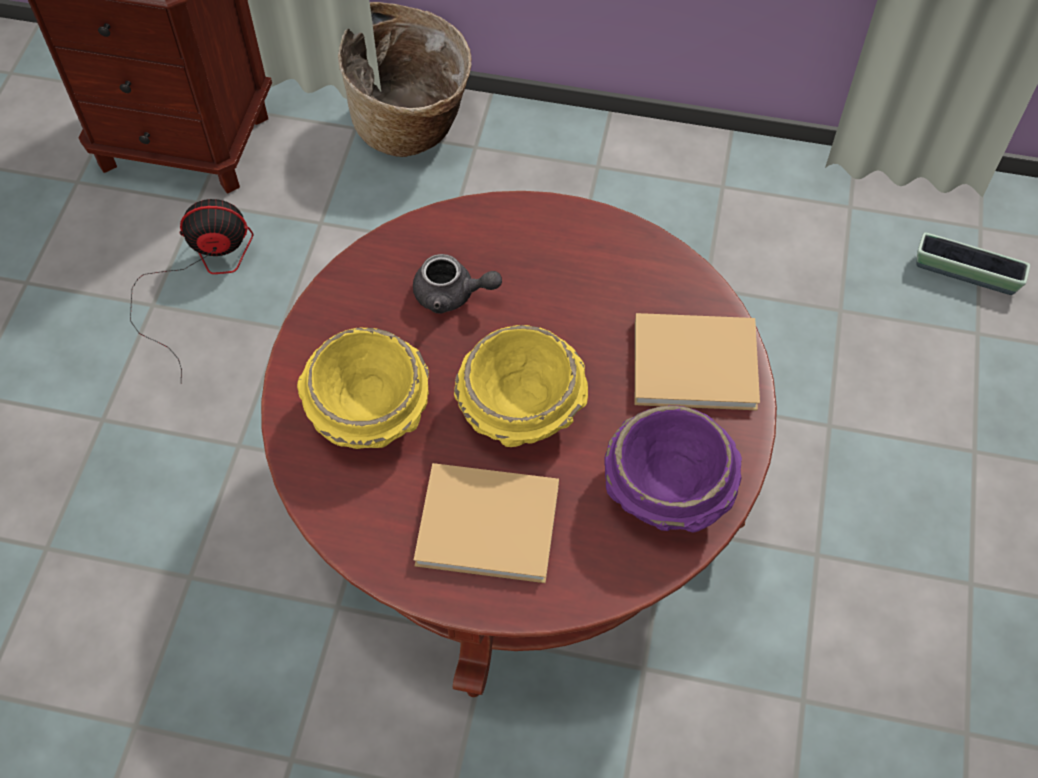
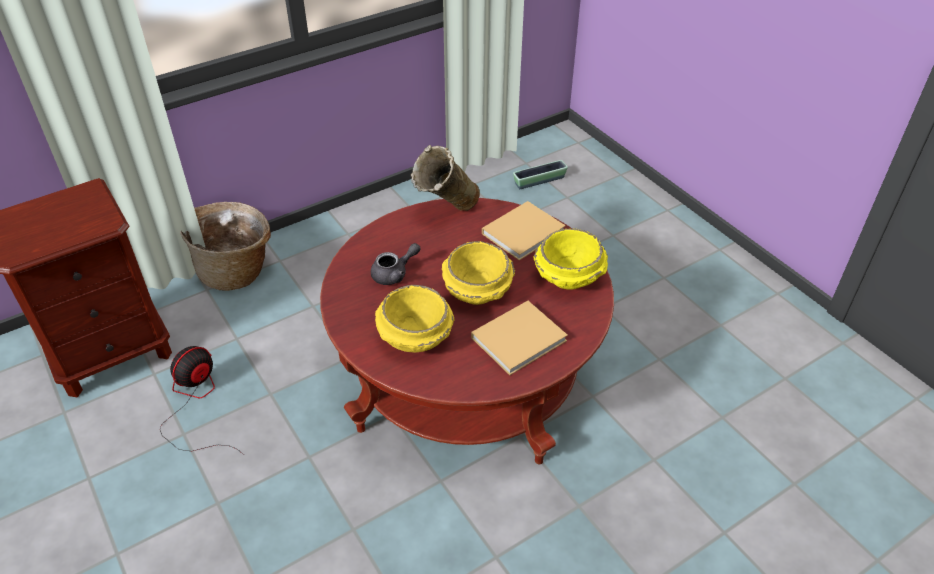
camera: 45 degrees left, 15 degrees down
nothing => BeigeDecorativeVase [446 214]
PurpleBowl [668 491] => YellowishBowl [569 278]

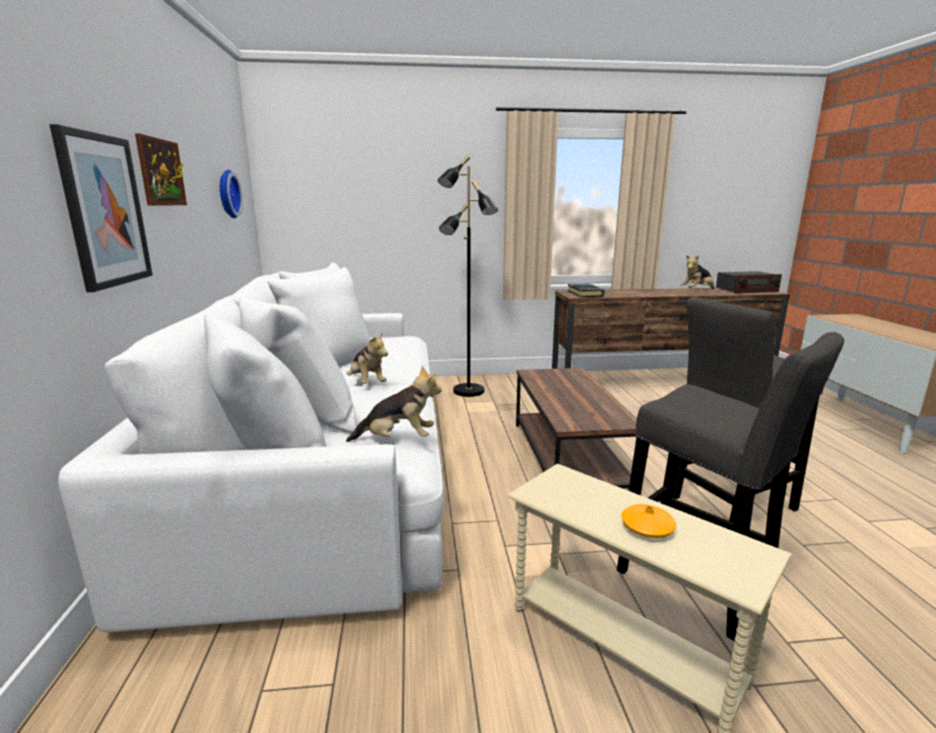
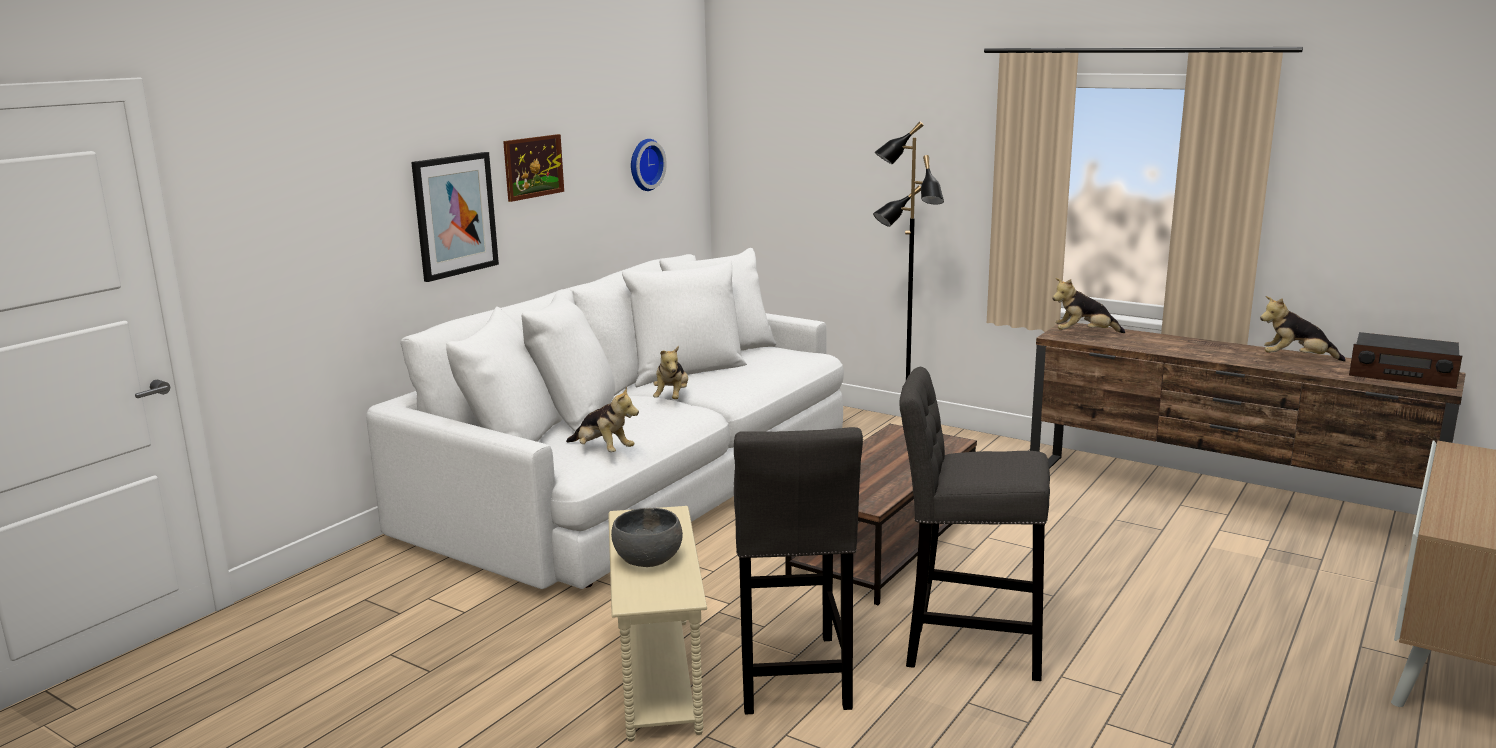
camera: 40 degrees right, 0 degrees up
BlackBook [585 294] => PlushToy [1084 334]
OrangeColouredDecorativeVase [647 528] => GrayBowl [648 559]

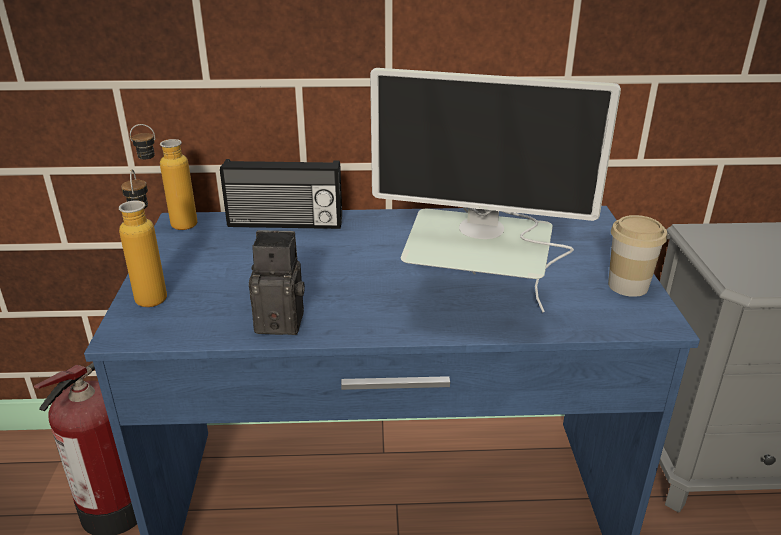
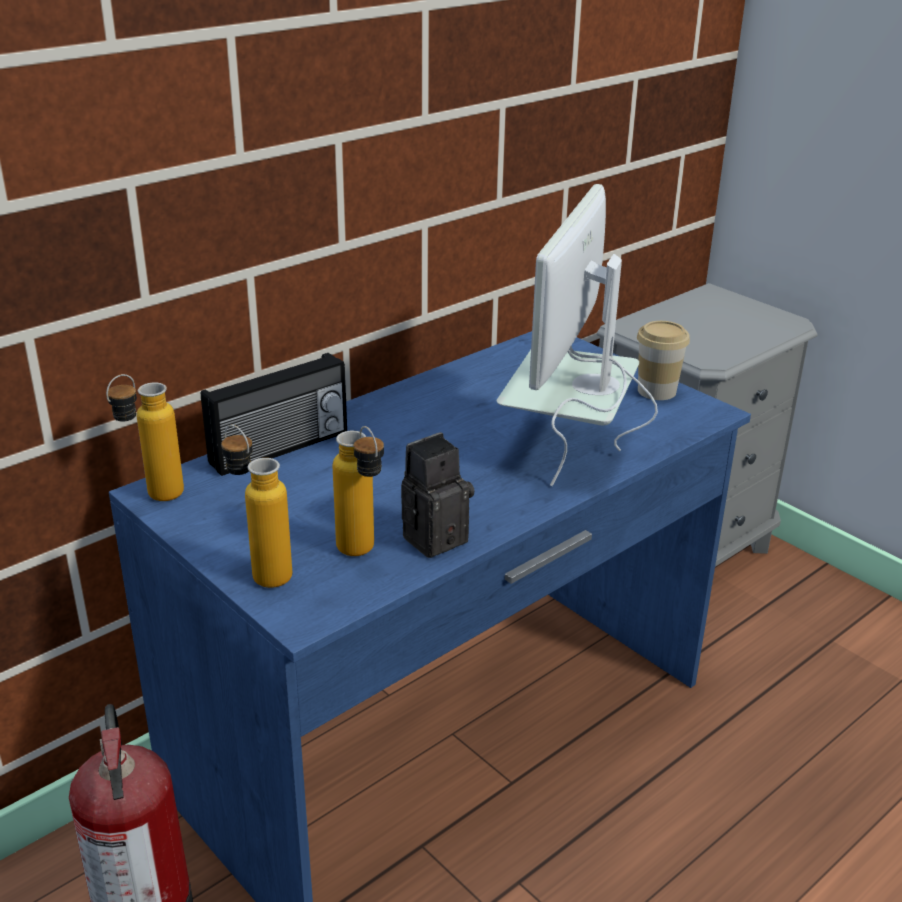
camera: 40 degrees left, 0 degrees up
nothing => DrinkBottle [362 555]
ComputerScreen [476 303] => ComputerScreen [569 451], 135 degrees clockwise

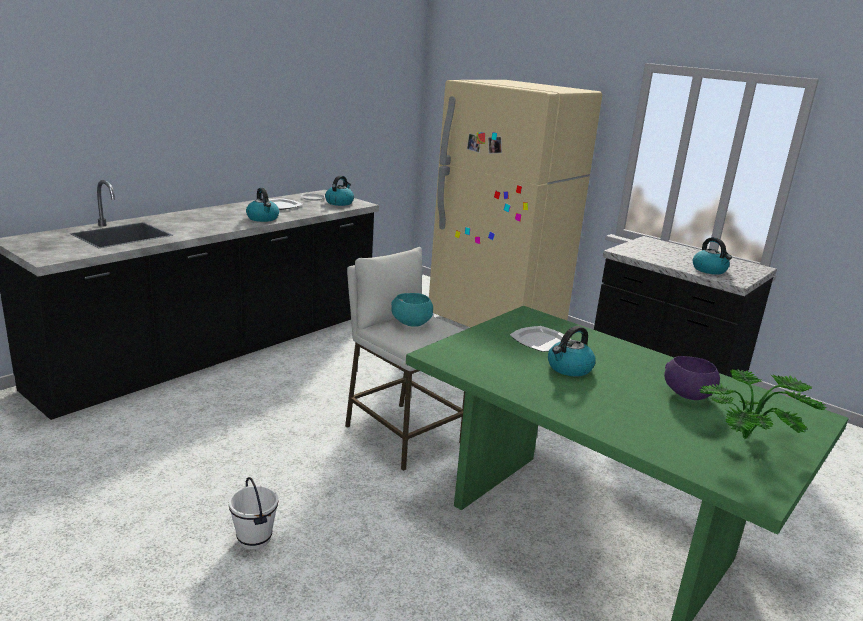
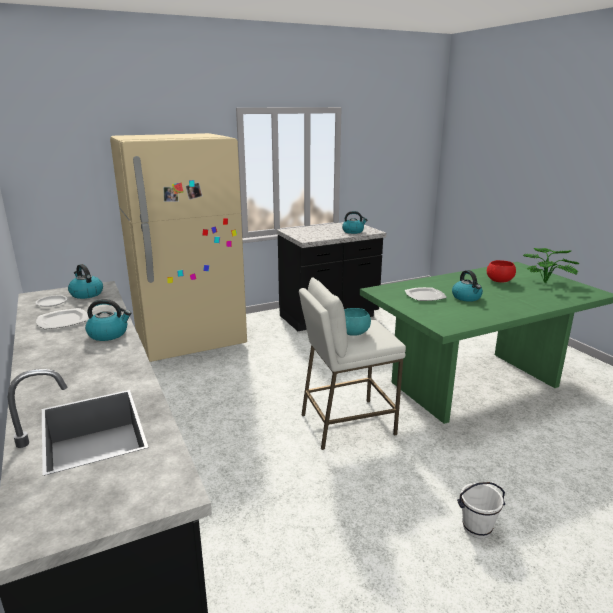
camera: 65 degrees left, 0 degrees up
PurpleBowl [686 395] => ReddishBowl [499 281]

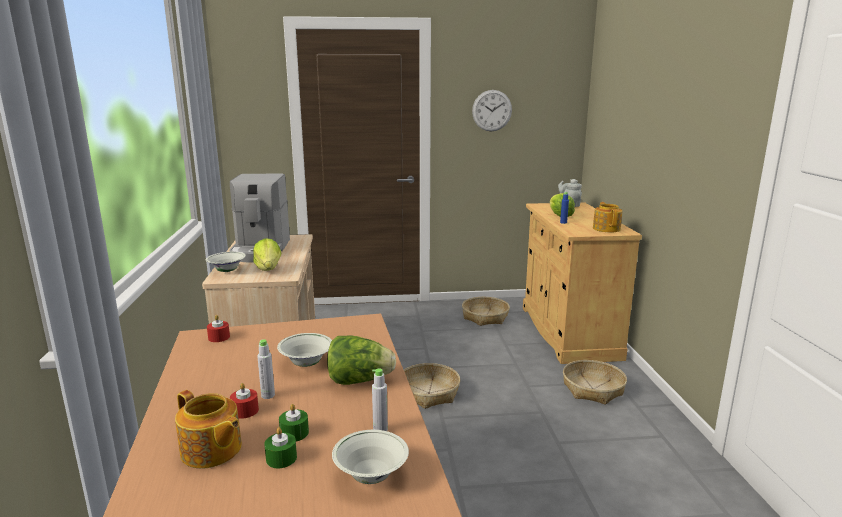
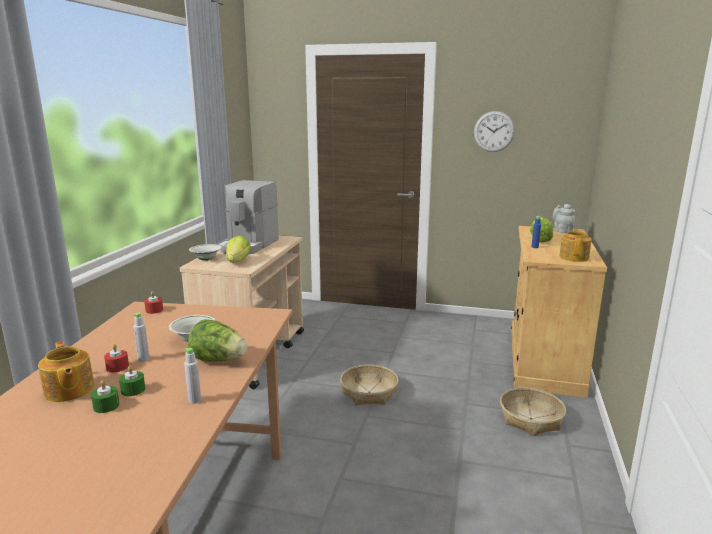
camera: 20 degrees right, 0 degrees up
WhiteBowl [371 476] => nothing
HouseholdBasket [485 317] => nothing

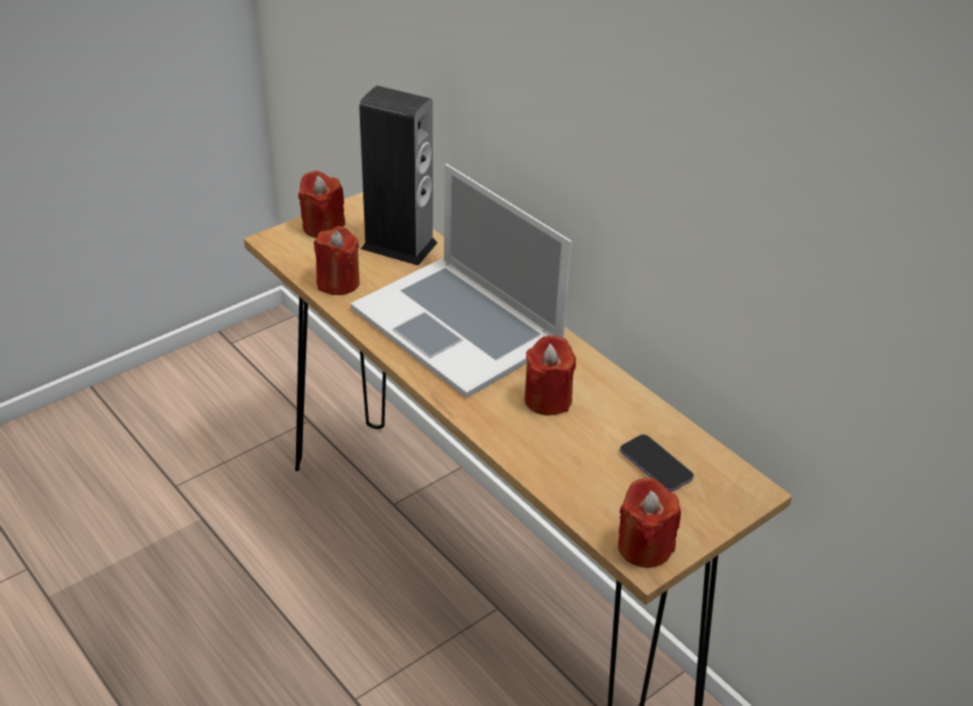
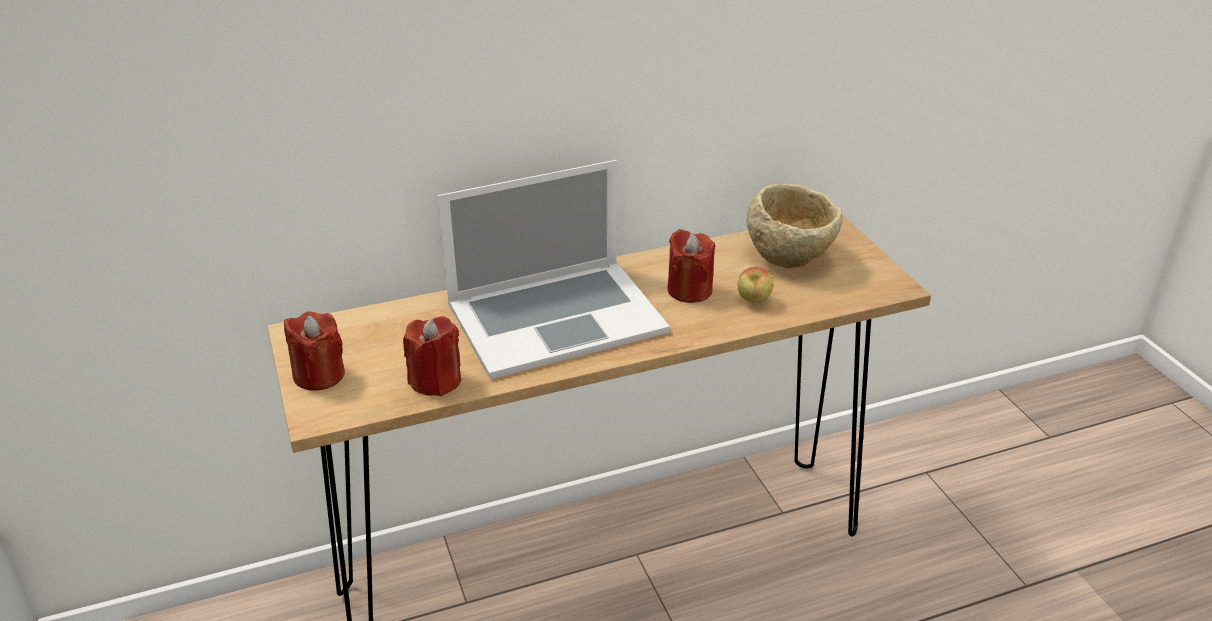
camera: 70 degrees left, 5 degrees down
AudioSpeaker [399 245] => nothing
ReddishWaxCandle [644 547] => nothing
nothing => AppleFruit [753 301]
Phone [655 465] => BeigeBowl [790 258]

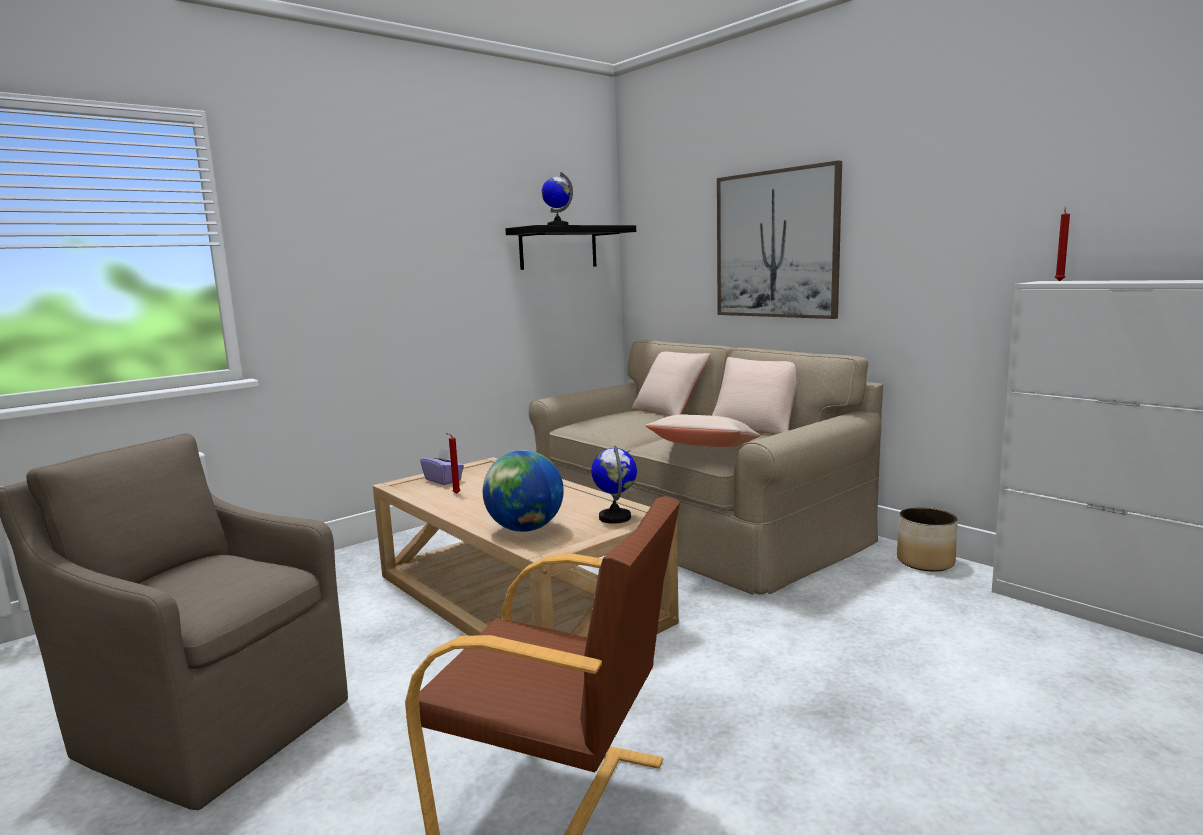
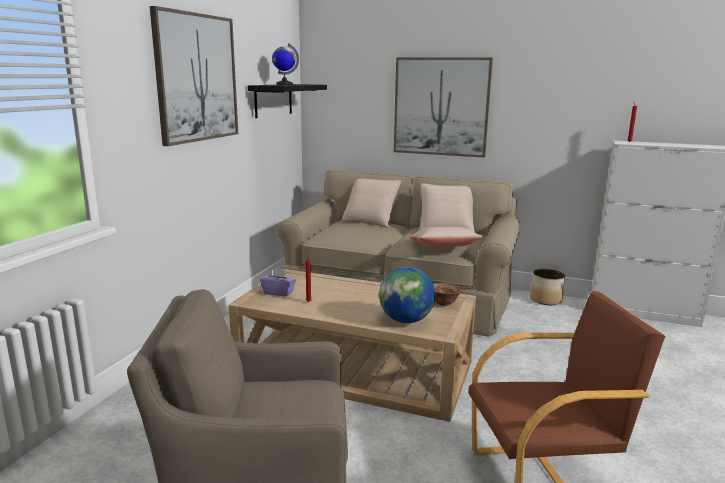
camera: 30 degrees left, 5 degrees up
nothing => WallArt [197 78]
DeskGlobe [615 517] => Bowl [444 303]

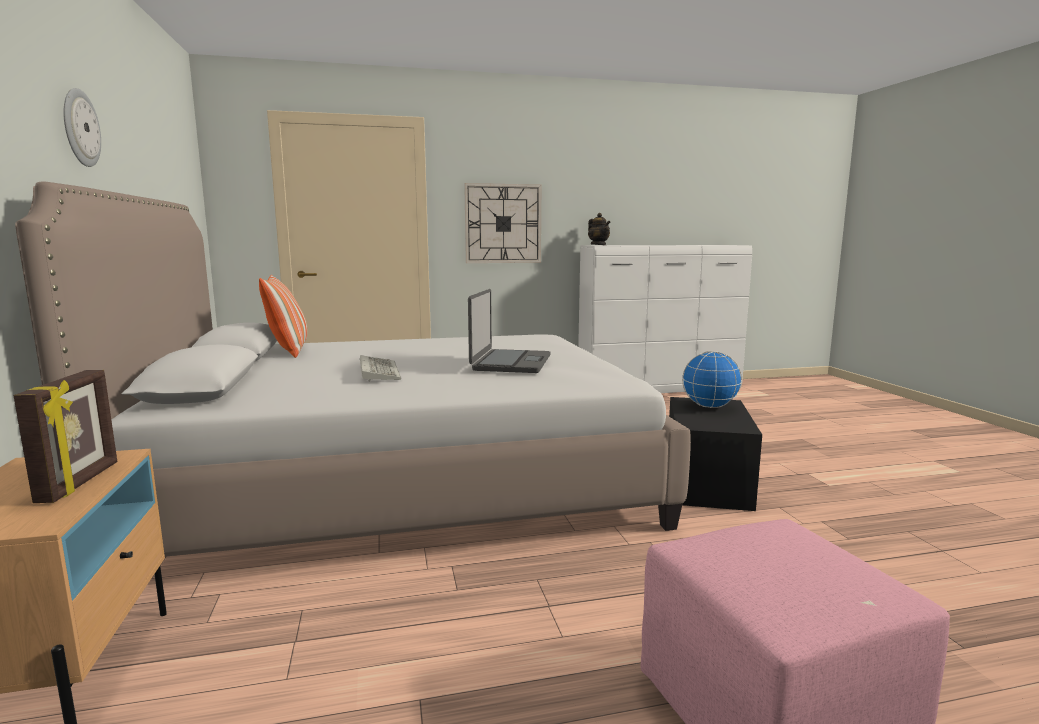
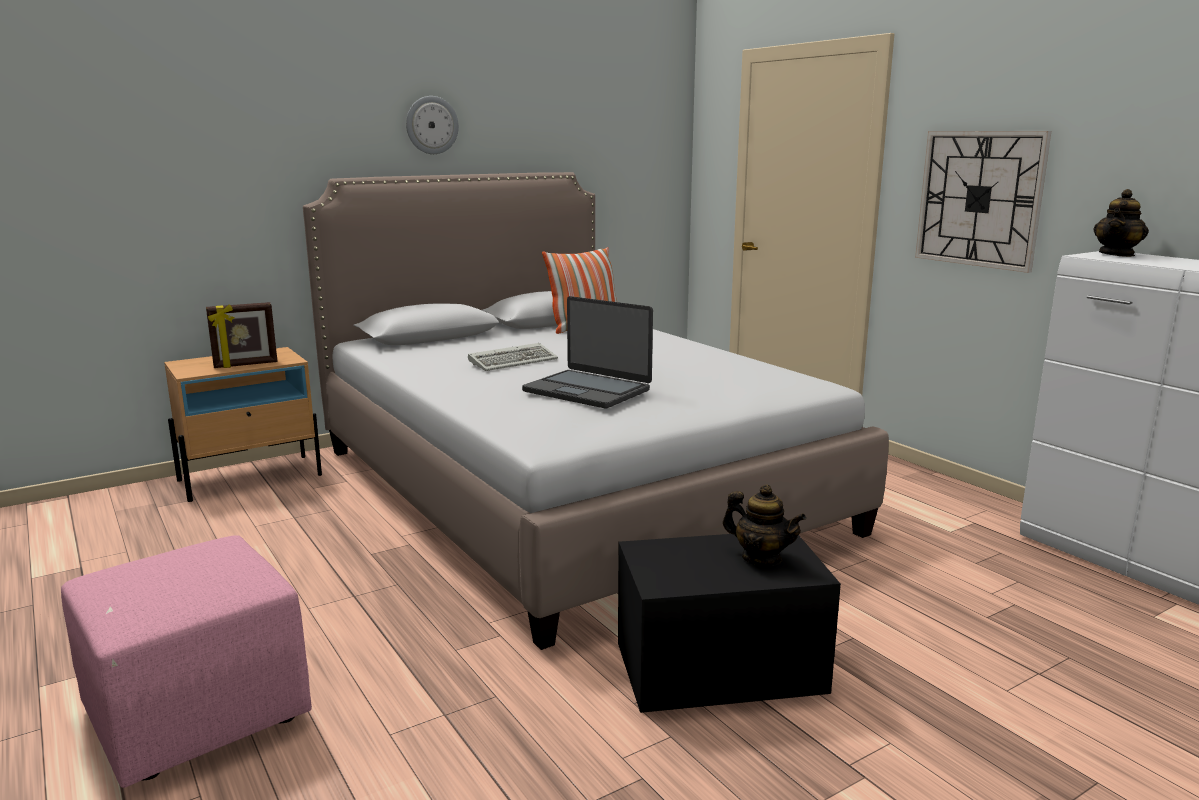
camera: 70 degrees right, 5 degrees up
DeskGlobe [709 407] => TeaPot [761 558]
NotebookComputer [510 363] => NotebookComputer [587 390], 45 degrees clockwise

